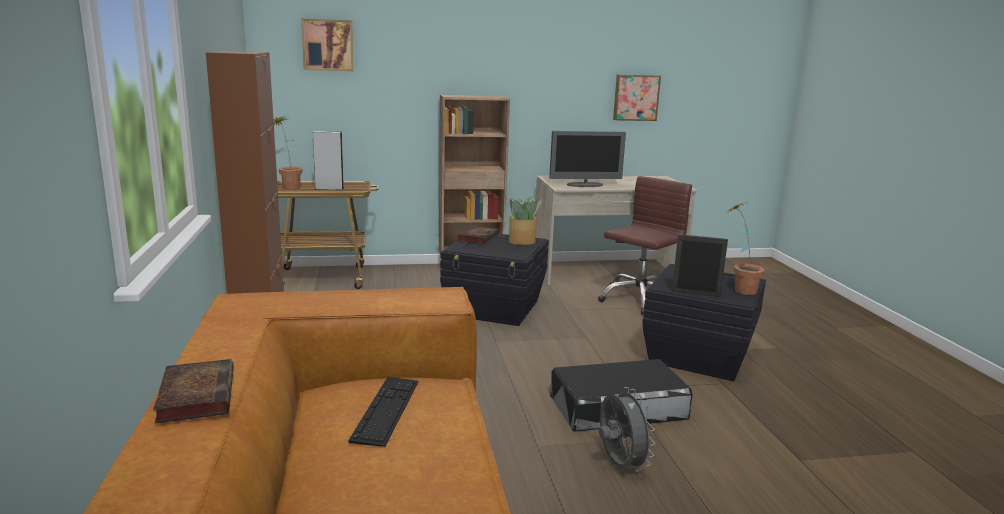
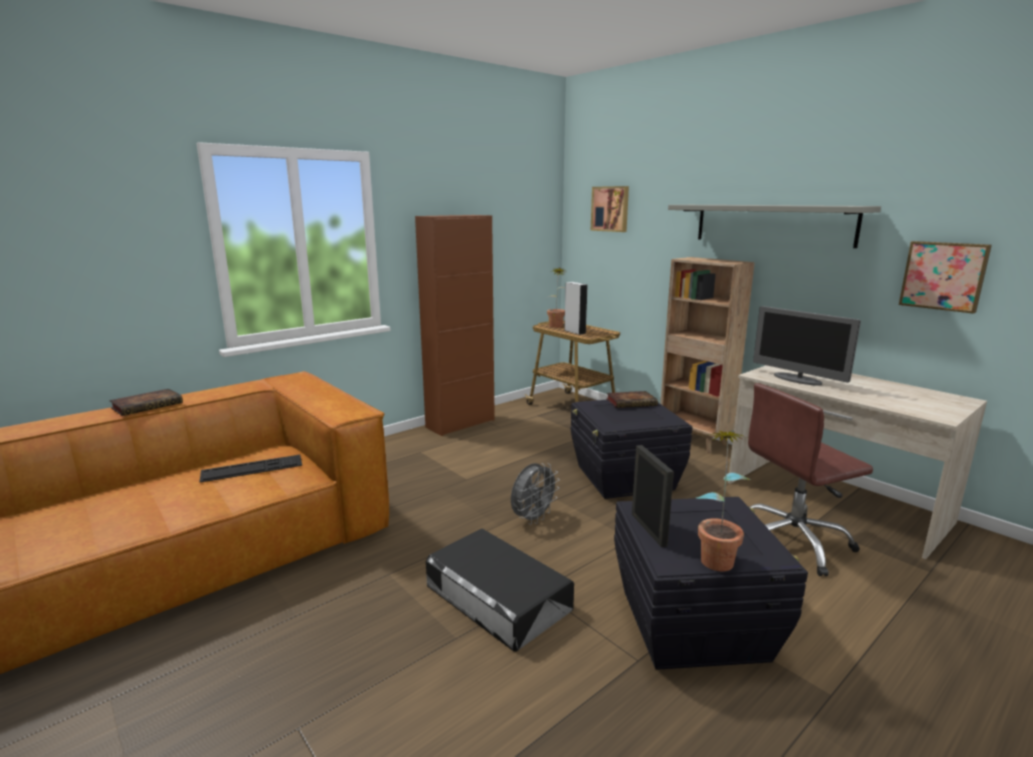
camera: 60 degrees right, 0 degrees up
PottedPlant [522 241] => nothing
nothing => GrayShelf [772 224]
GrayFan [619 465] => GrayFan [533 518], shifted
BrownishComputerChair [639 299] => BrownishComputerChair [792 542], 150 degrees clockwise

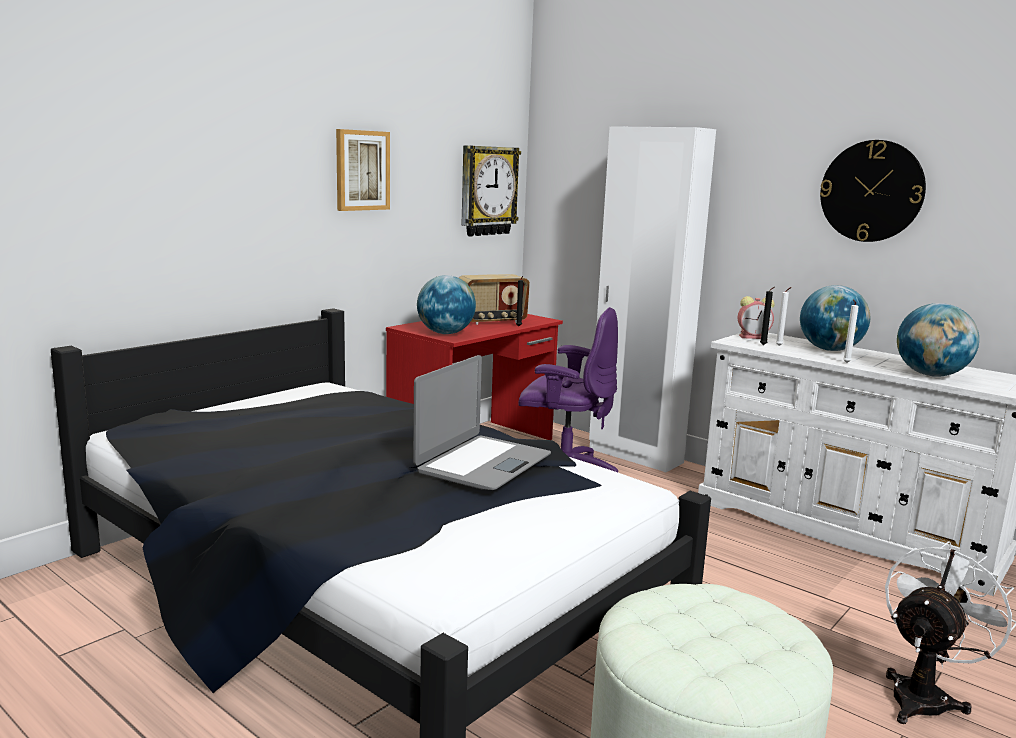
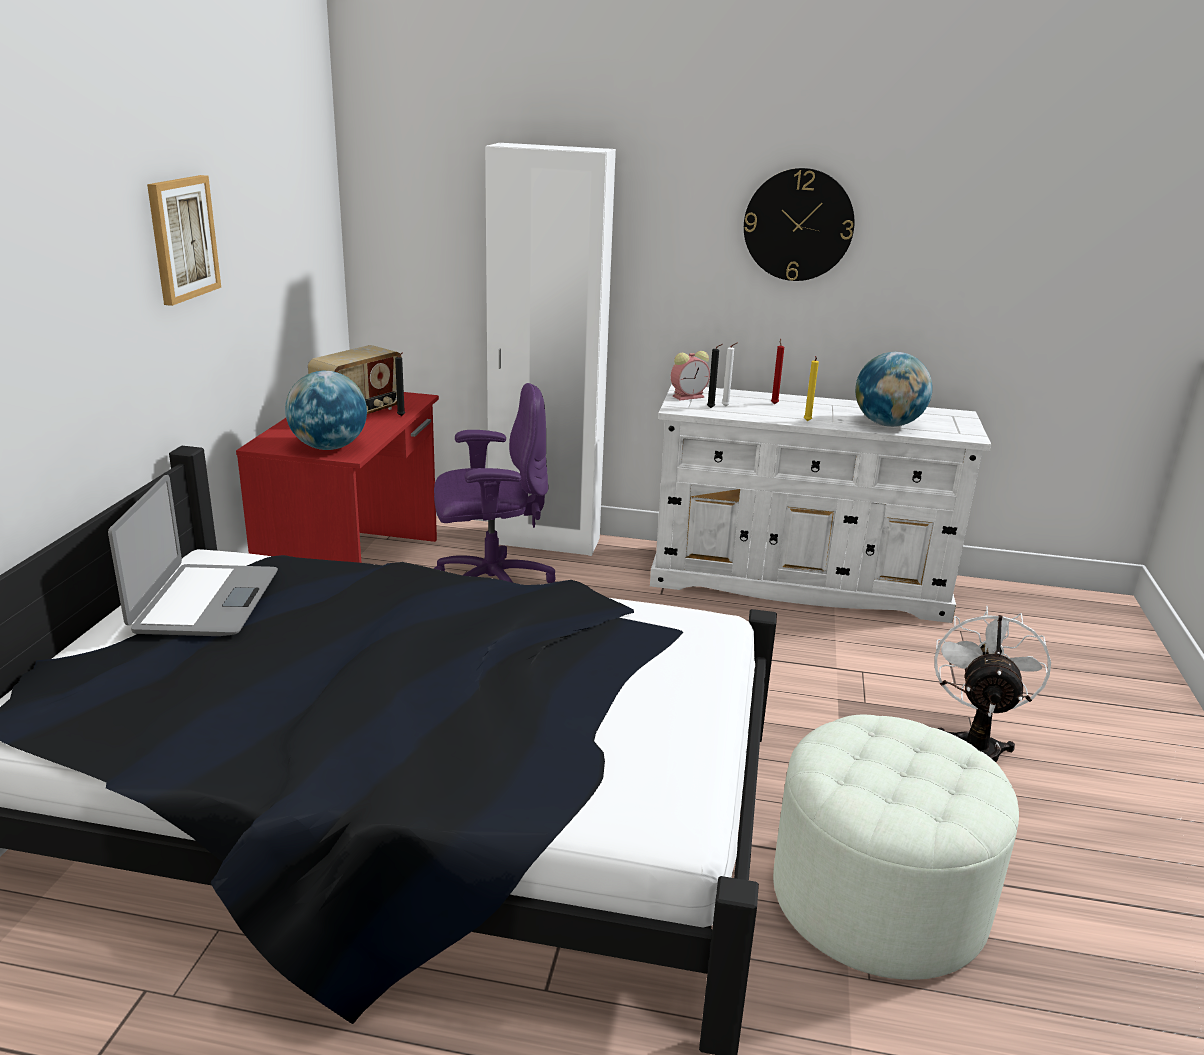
camera: 30 degrees left, 10 degrees up
HangingClock [487 191] => nothing
NotebookComputer [482 464] => NotebookComputer [204 602], shifted
DeskGlobe [830 350] => ReddishWaxCandle [774 403]
WhiteWaxCandle [846 363] => YellowishWaxCandle [807 421]

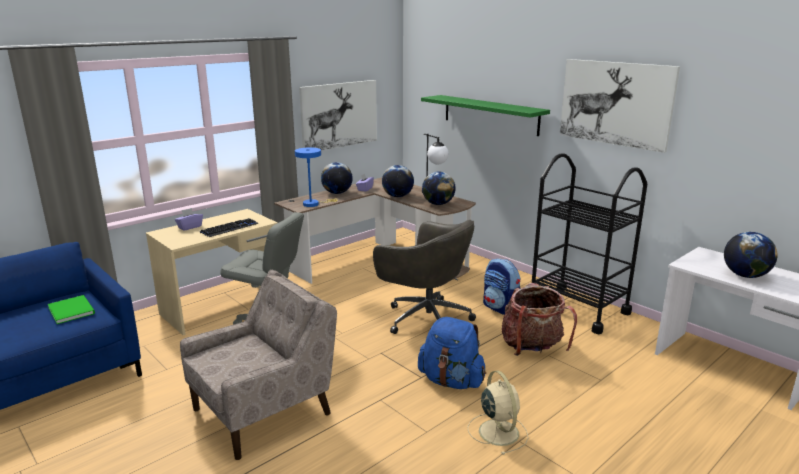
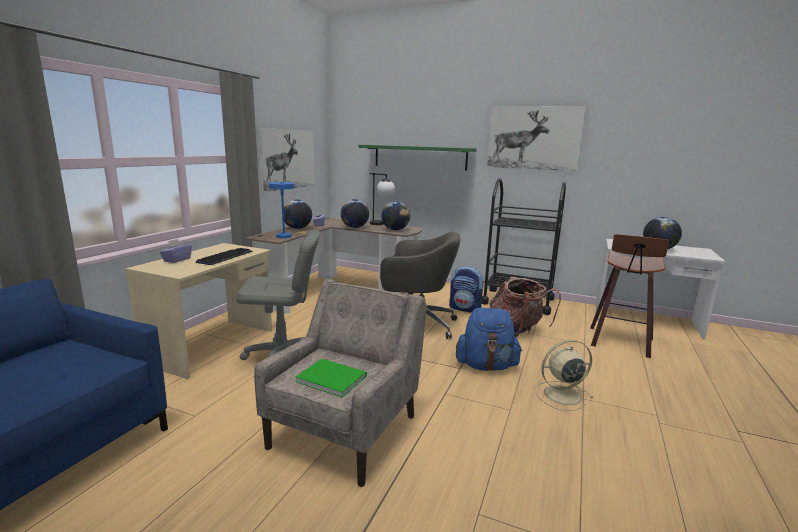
camera: 25 degrees left, 5 degrees down
nothing => StoolSeat [620 343]
GreenColouredBook [72 310] => GreenColouredBook [331 377], shifted
BeigeFan [497 431] => BeigeFan [561 395], 60 degrees counterclockwise

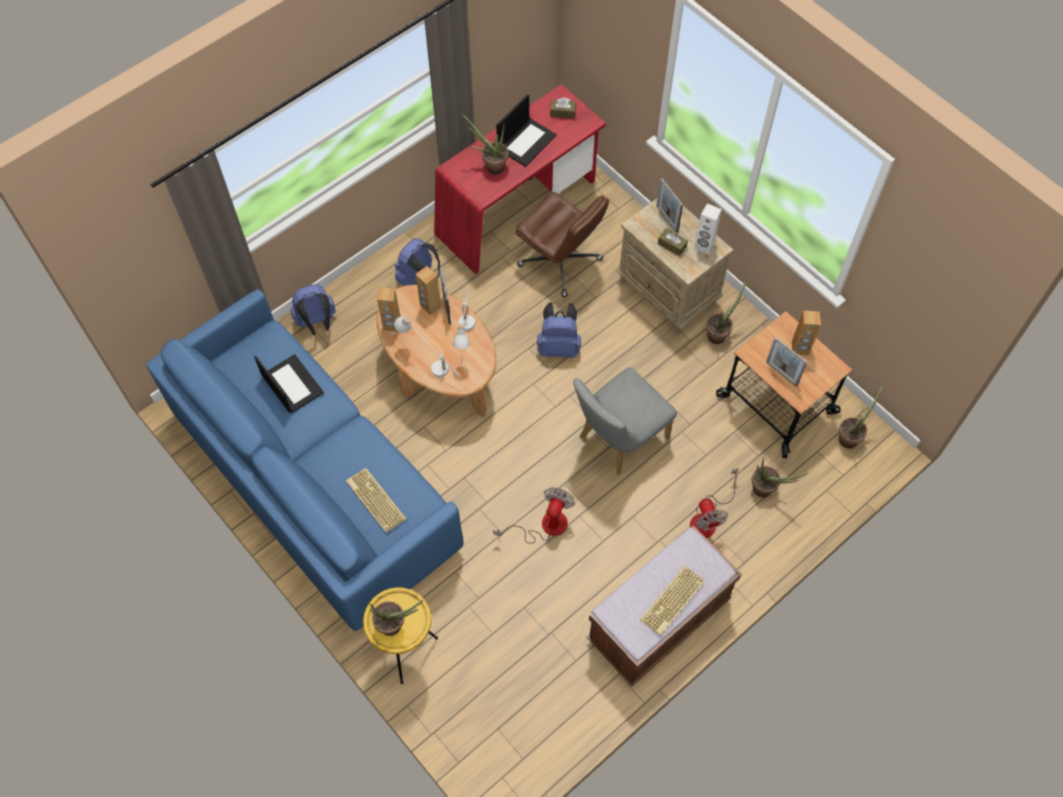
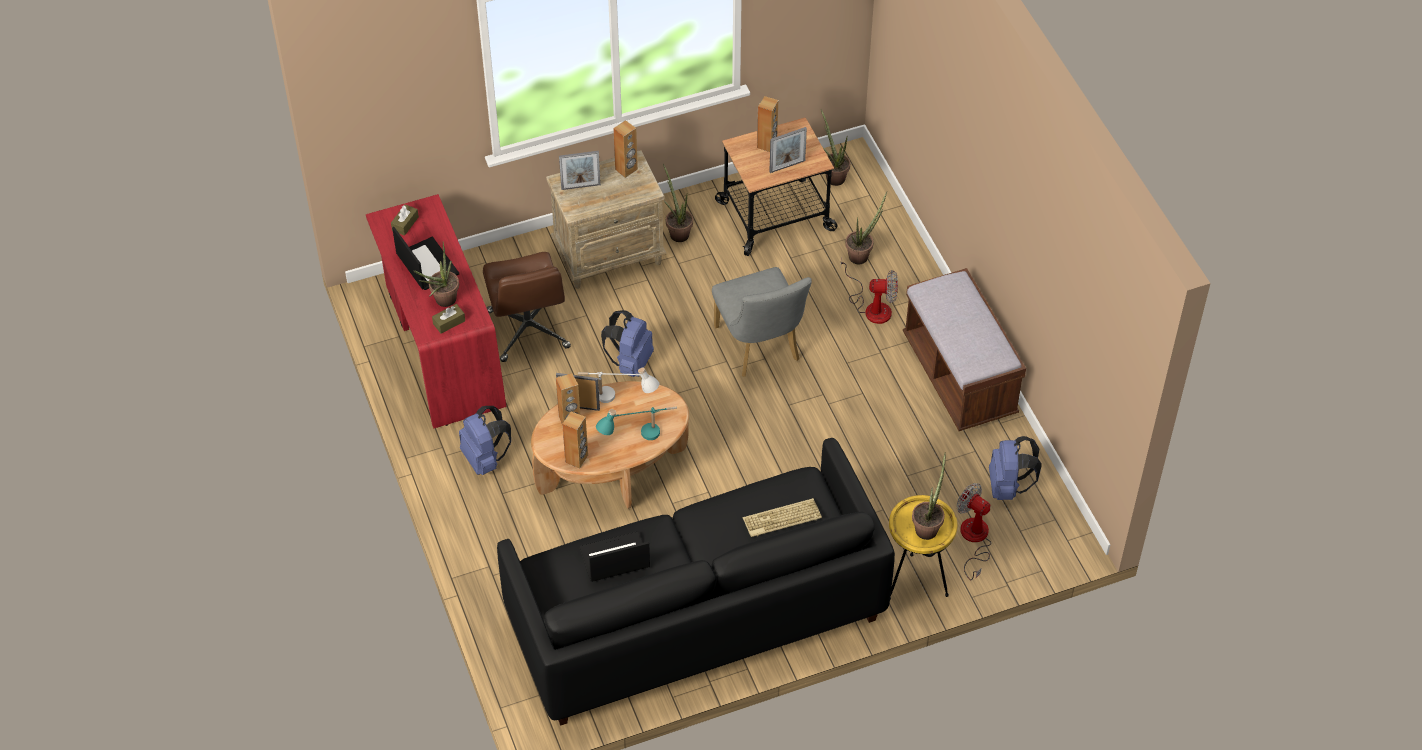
camera: 70 degrees left, 10 degrees down
Keyboard [673 602] => nothing
BlueBackpack [317 323] => BlueBackpack [1008 486], shifted
Fan [544 526] => Fan [974 540], shifted
BrownishBoxOfTissues [672 245] => BrownishBoxOfTissues [449 322], shifted
BlueSofa [315 481] => BlackSofa [695 615]
WhiteLampForATable [430 362] => TurquoiseColouredLampForATable [638 438]
WhiteAudioSpeaker [704 246] => BrownishAudioSpeaker [626 169]
BrownishComputerChair [561 262] => BrownishComputerChair [529 330], 105 degrees clockwise

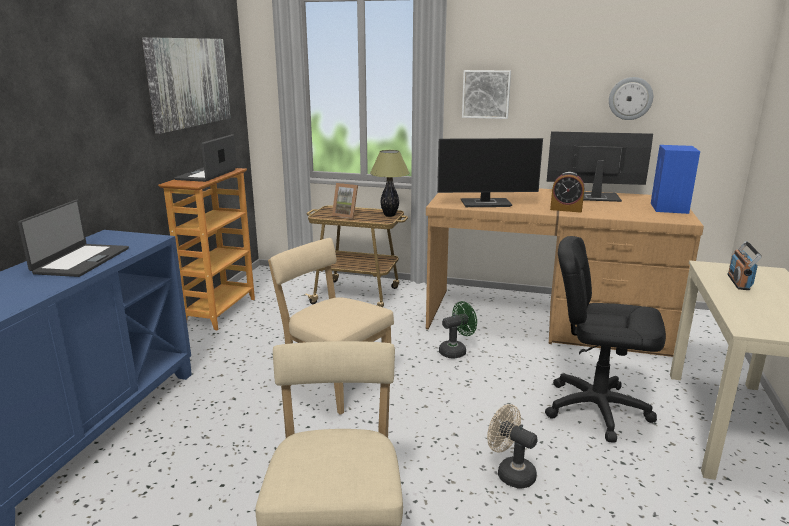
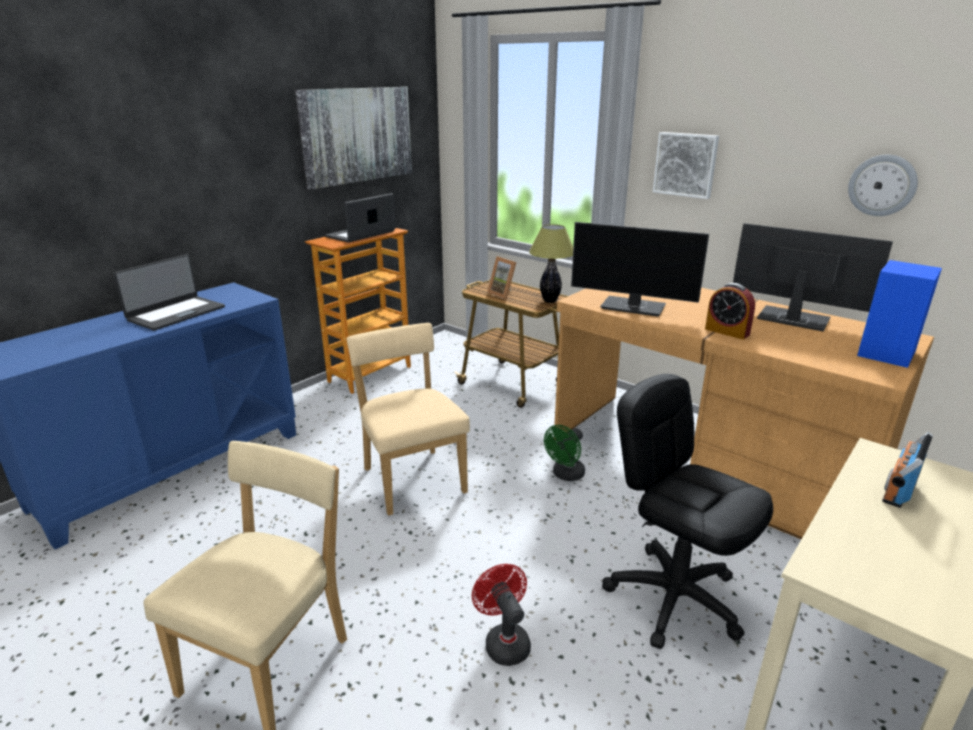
camera: 25 degrees right, 5 degrees up
BeigeFan [510 473] => ReddishFan [504 641]
GreenColouredFan [456 351] => GreenColouredFan [565 475], 135 degrees clockwise

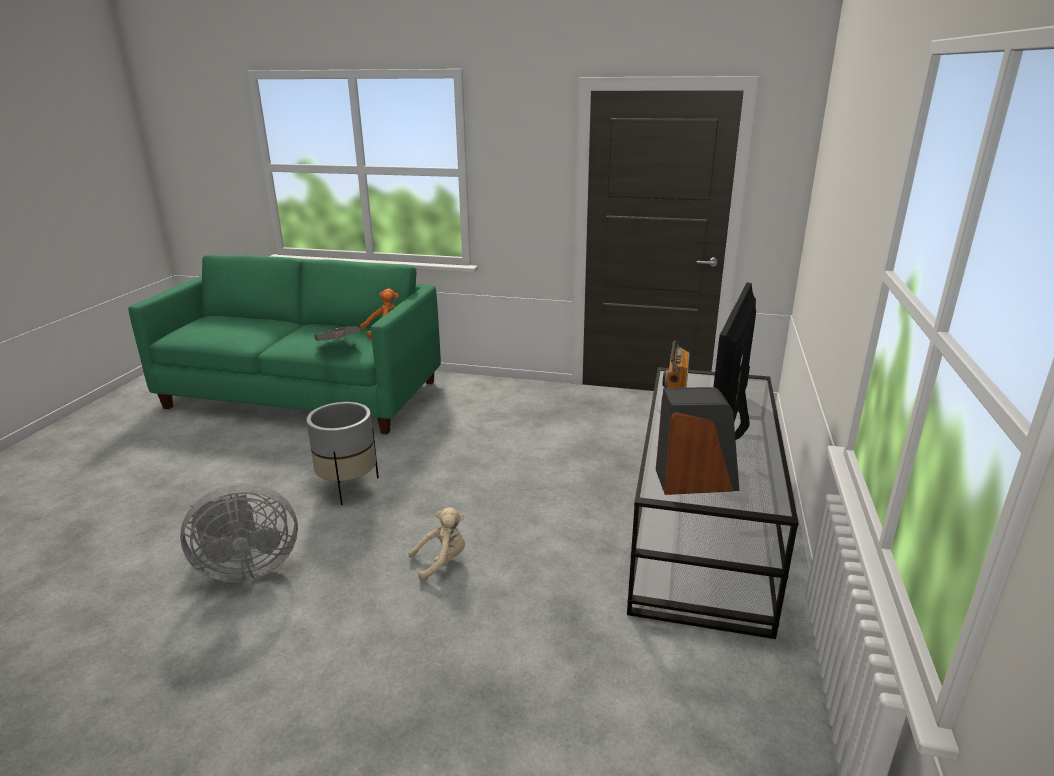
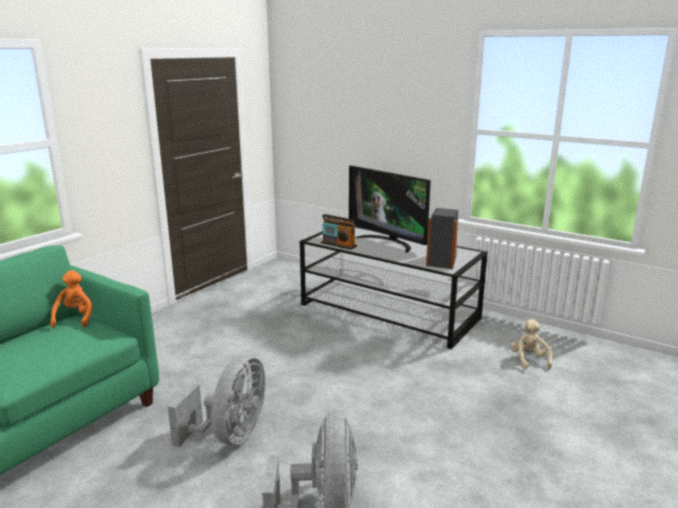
camera: 70 degrees left, 5 degrees down
PrintedPaper [338 346] => nothing
BeigePlushToy [442 562] => BeigePlushToy [529 360], shifted
GrayPlantPot [348 487] => GrayFan [230 435]

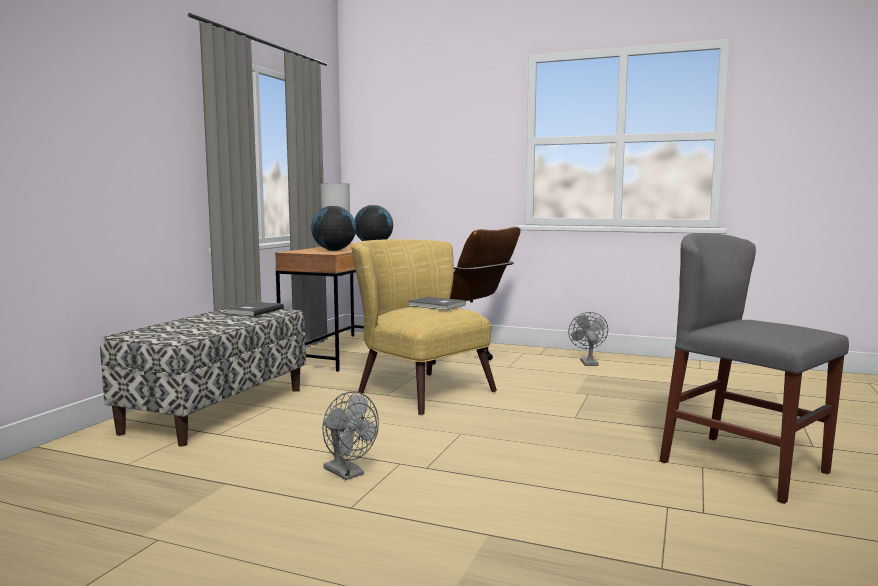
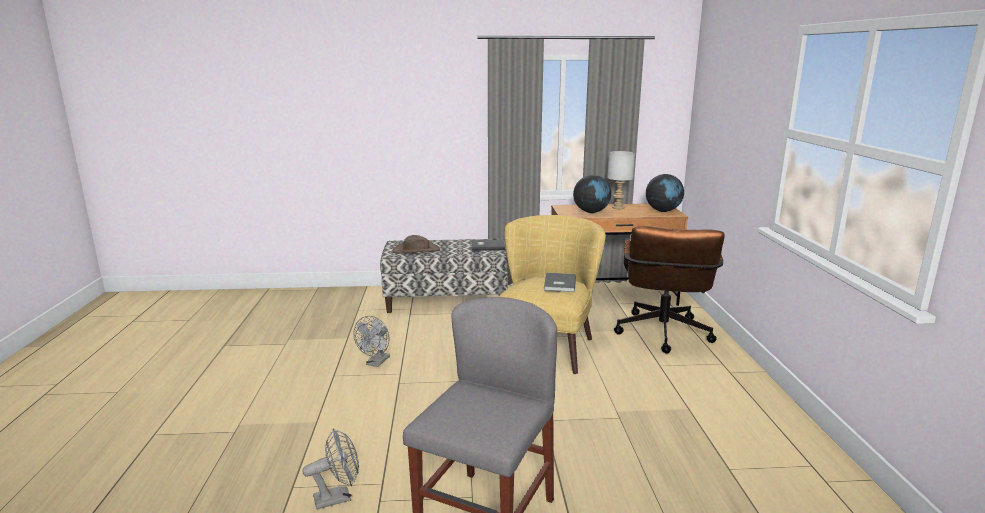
camera: 65 degrees right, 10 degrees up
nothing => BrownishClothingHat [416 250]
GrayFan [587 362] => GrayFan [338 497], shifted

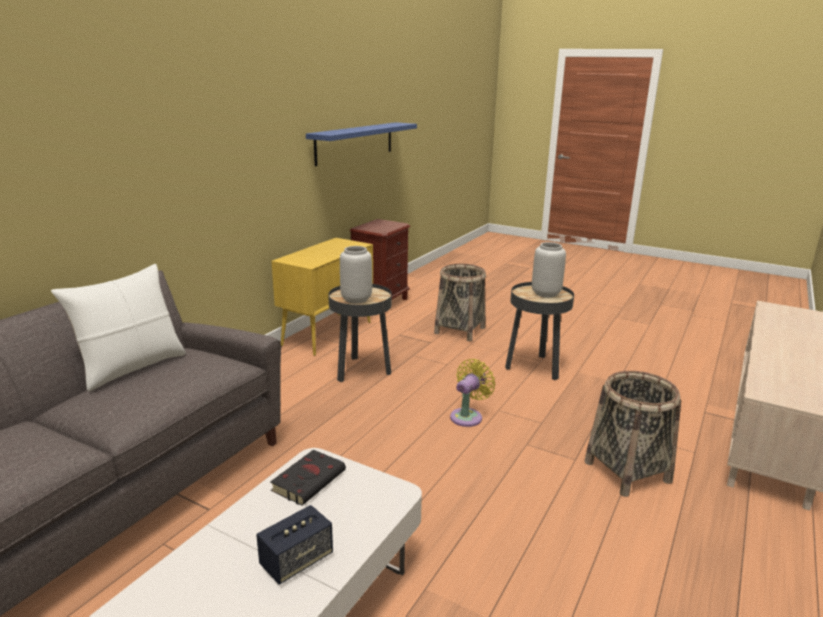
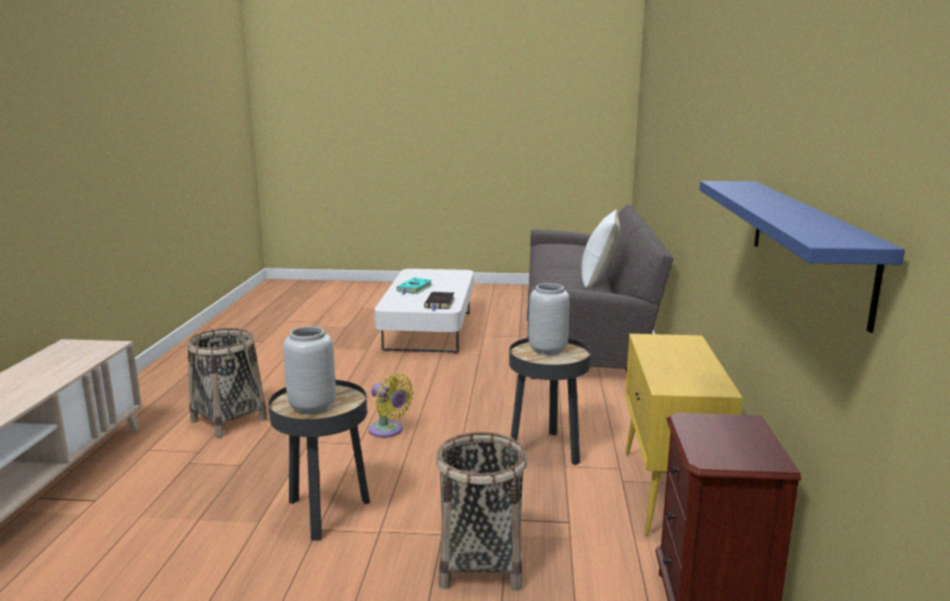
camera: 155 degrees right, 5 degrees down
AudioSpeaker [296 561] => TurquoiseColouredBook [414 289]
YellowishFan [468 416] => YellowishFan [388 431], 60 degrees counterclockwise

